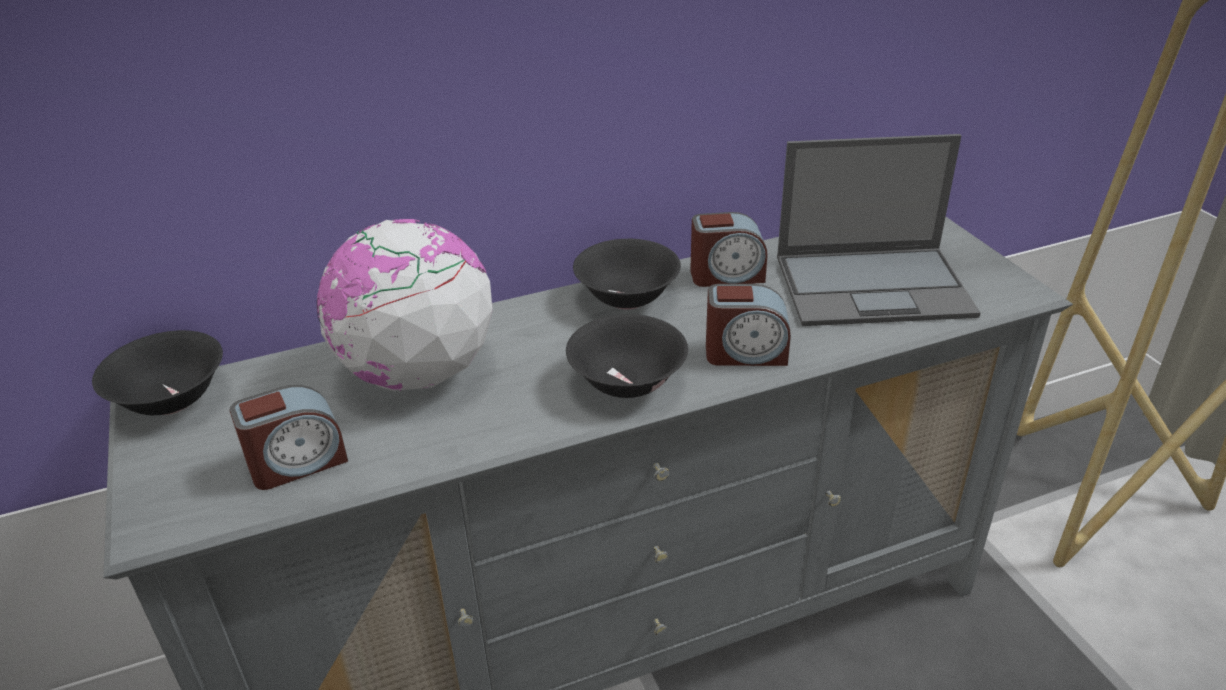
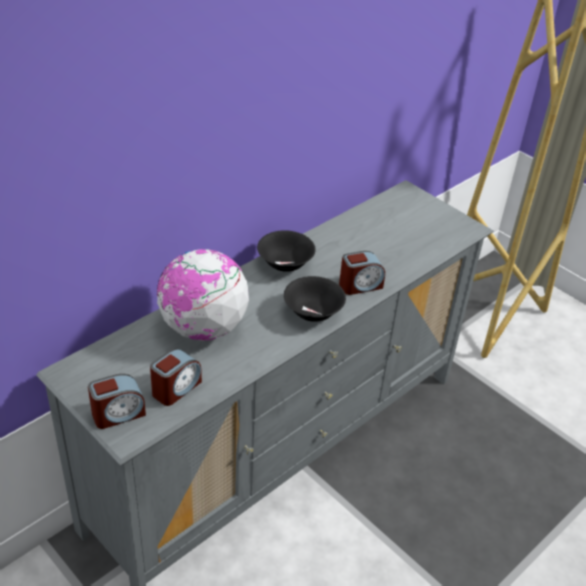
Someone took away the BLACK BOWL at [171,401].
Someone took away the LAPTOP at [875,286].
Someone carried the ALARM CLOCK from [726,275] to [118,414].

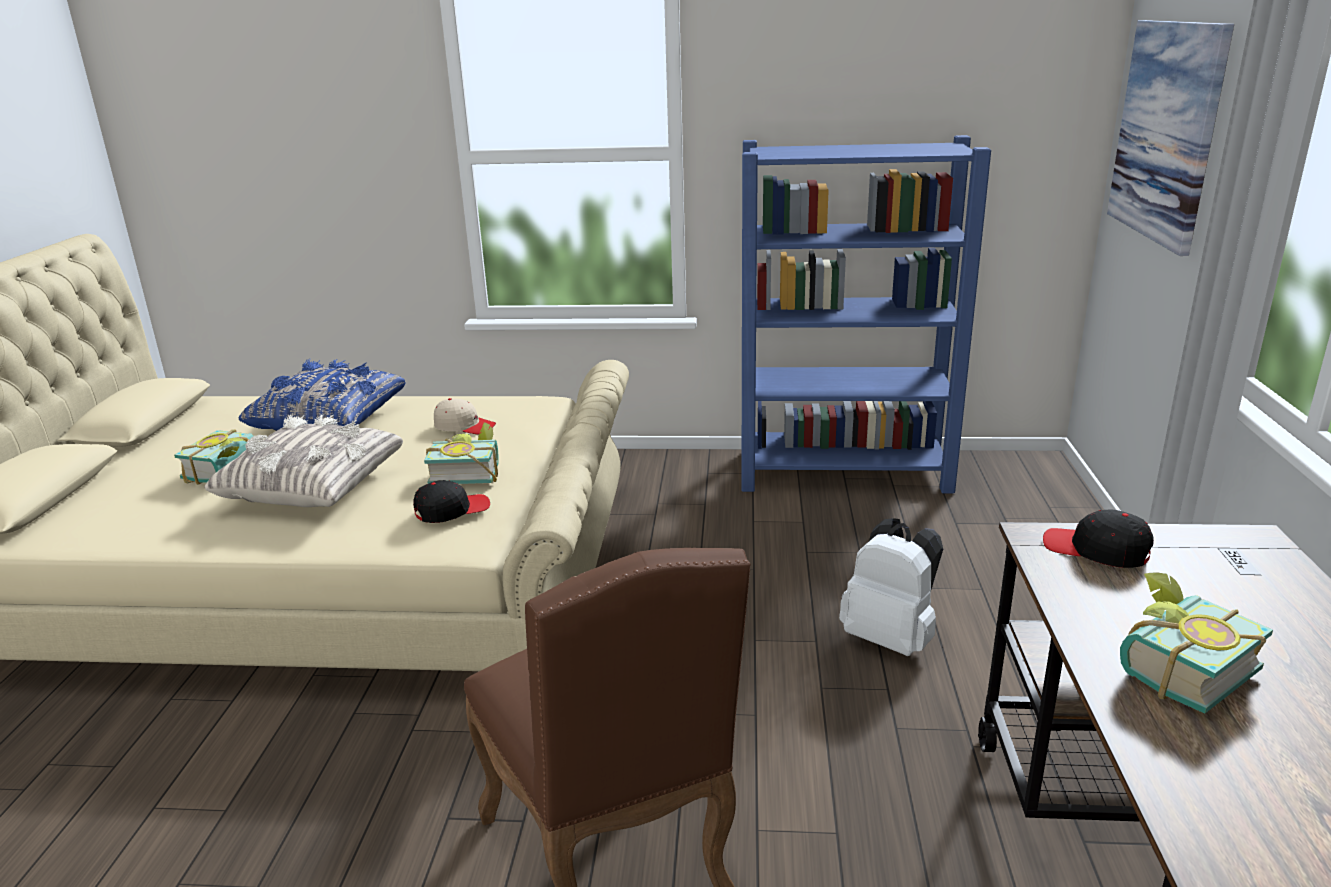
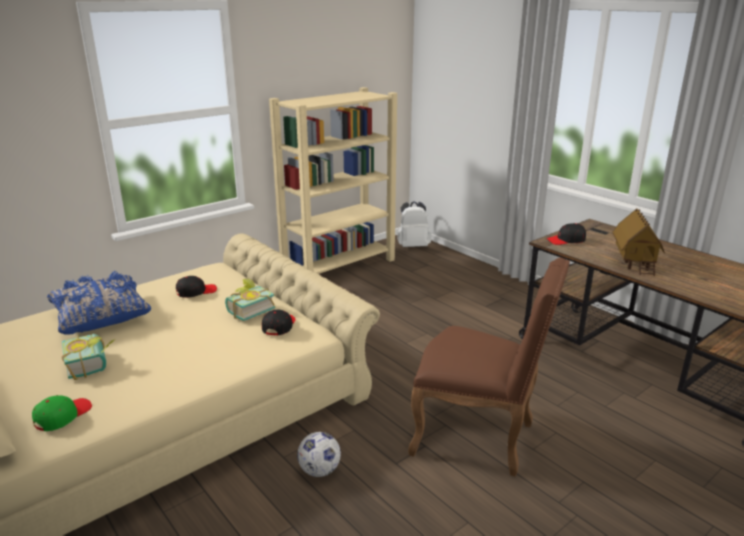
Someone took away the BEIGE PILLOW at [313,490].
Someone took away the PICTURE at [1166,132].
Someone put down the GREEN CAP at [62,416].
Someone put down the FOOTBALL at [319,470].
Someone carried the WHITE BACKPACK from [891,639] to [413,246].
Someone swapped the BOOK at [1174,667] for the TOY HOUSE at [634,262].
Someone repainted the BEIGE CAP at [464,426], which became the BLACK CAP at [196,292].
Someone repainted the BLUE BOOKCASE at [843,471], which became the BEIGE BOOKCASE at [339,266].

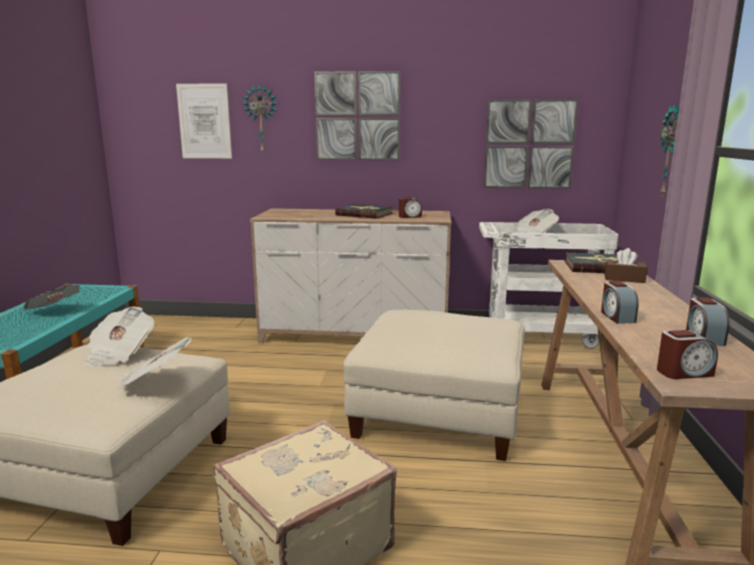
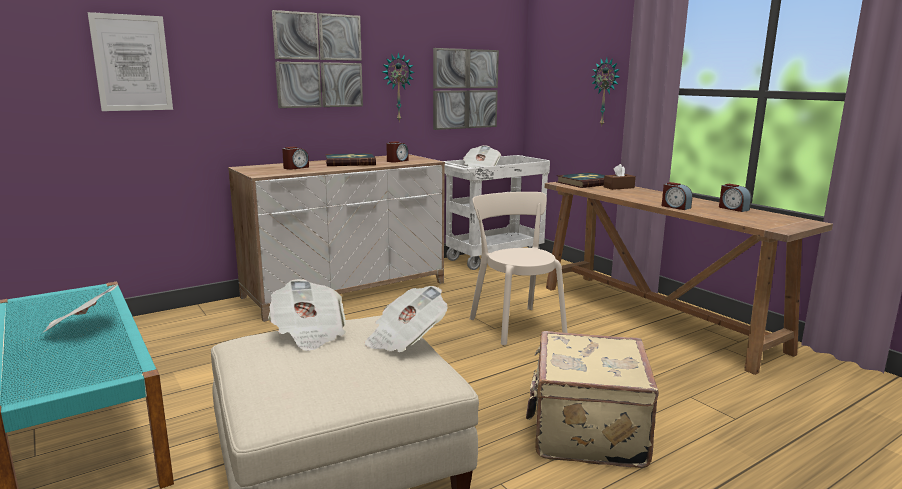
Someone carried the WALL CLOCK from [261,119] to [397,87].
Someone carried the ALARM CLOCK from [684,372] to [296,168].
Someone swapped the BEIGE OTTOMAN at [439,411] for the BEIGE CHAIR at [515,324].

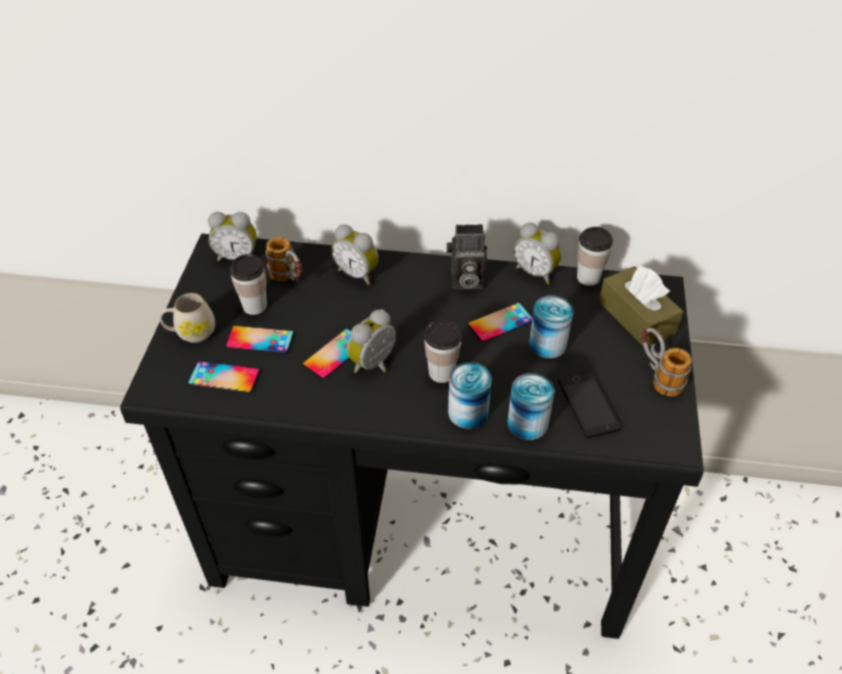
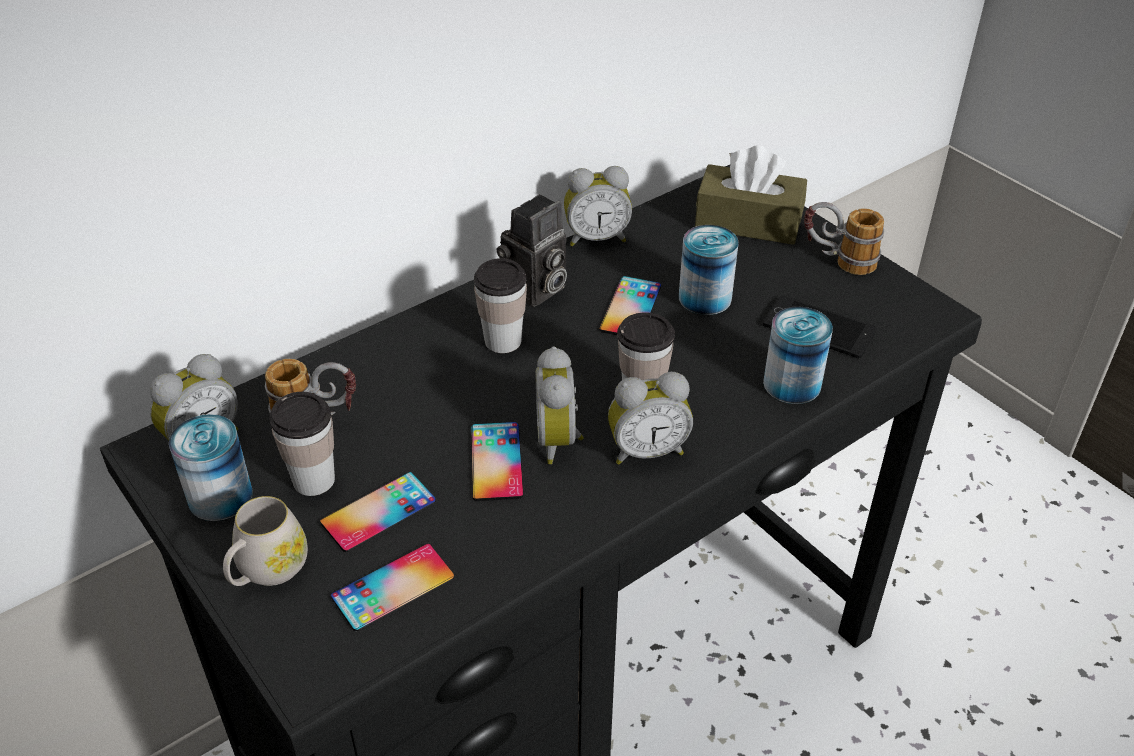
Someone carried the ALARM CLOCK from [358,273] to [646,450].
Someone carried the CAN from [468,412] to [220,497].
Someone carried the CUP from [588,277] to [503,341].

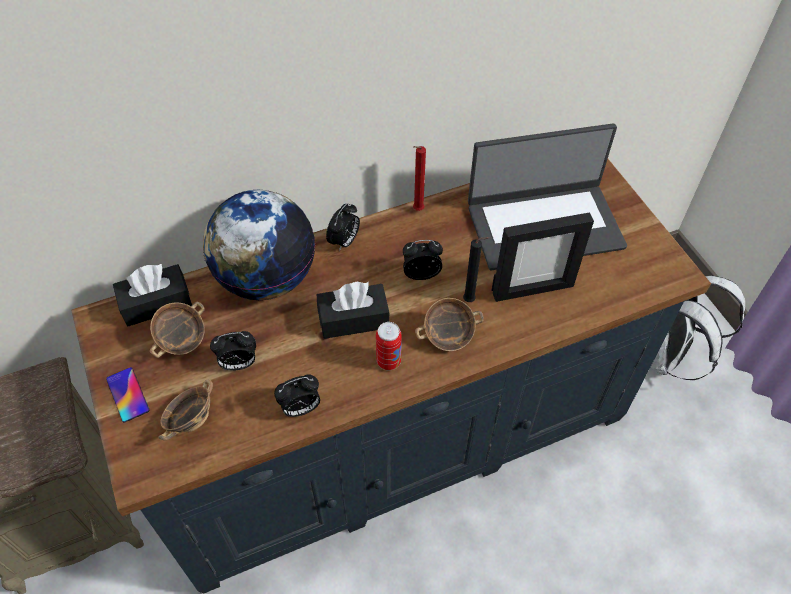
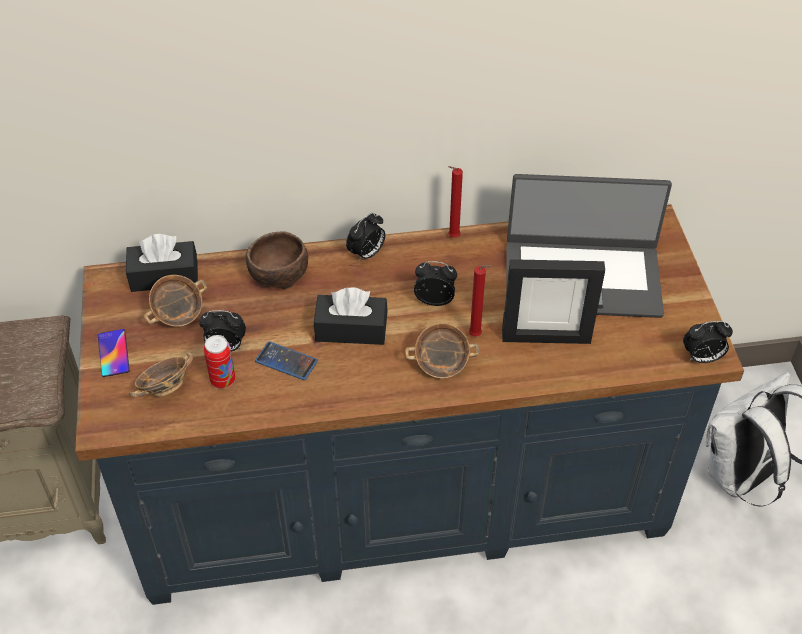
Someone put down the PHONE at [286,361].
Someone carried the ALARM CLOCK from [300,408] to [702,358].
Someone carried the CAN from [388,361] to [223,380].
Someone swapped the GLOBE at [266,278] for the BROWN BOWL at [277,273].
Someone repainted the BLACK CANDLE at [471,300], which became the RED CANDLE at [477,335].

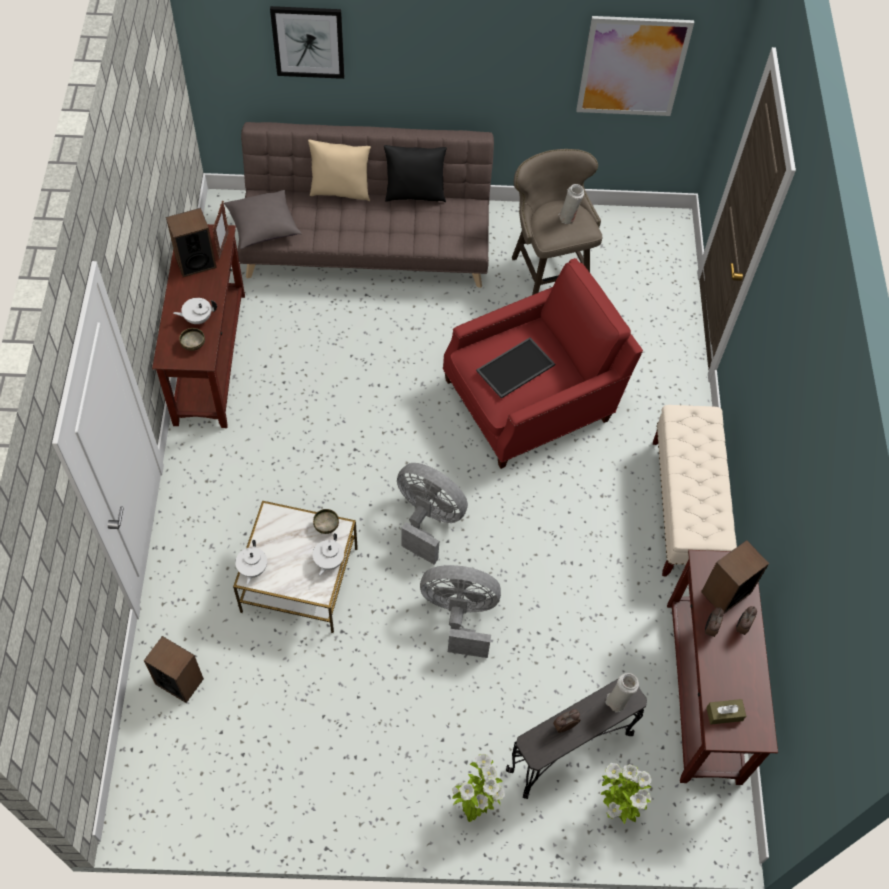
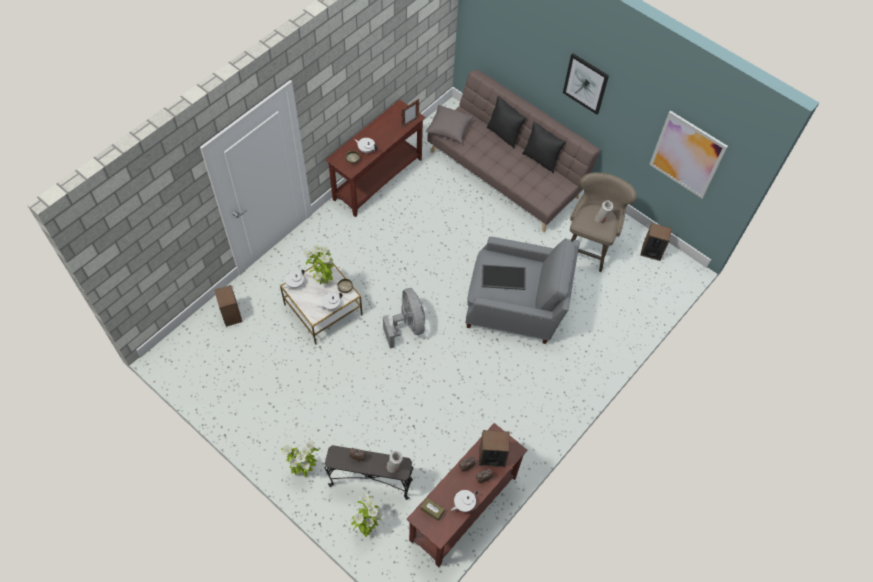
Someone took away the GREY FAN at [460,615].
Someone took away the BEIGE BENCH at [684,508].
Someone put down the POTTED PLANT at [323,282].
Someone put down the WHITE TEAPOT at [463,504].
Someone carried the SPEAKER from [195,262] to [651,251].
Someone carried the PICTURE from [308,42] to [585,83].
Someone repainted the BEIGE PILLOW at [340,191], which became the BLACK PILLOW at [504,134].
Someone repainted the RED ARMCHAIR at [531,398], which became the GREY ARMCHAIR at [516,304].

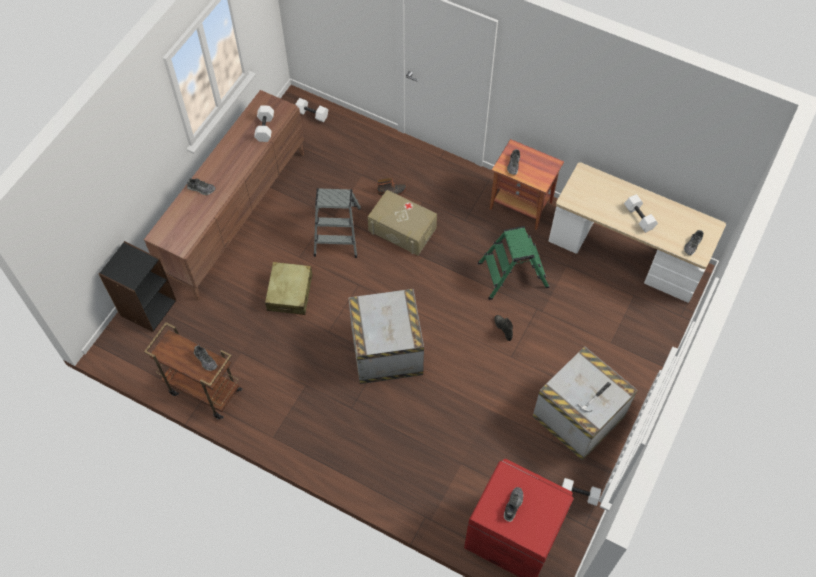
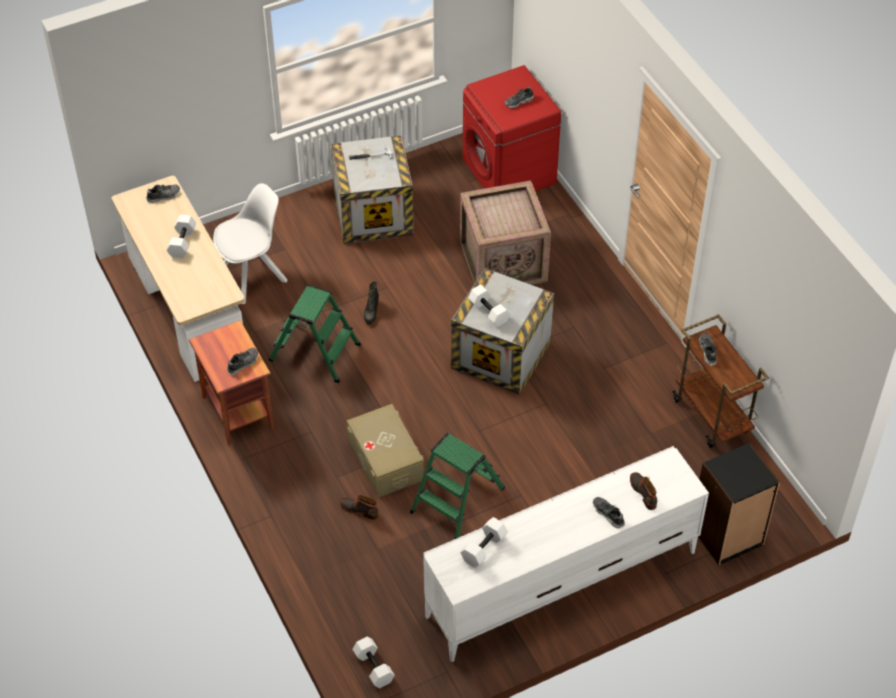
Someone took away the BEIGE SUITCASE at [290,293].
Someone put down the WHITE CHAIR at [252,276].
Someone put down the CRATE at [504,260].
Someone put down the BOOT at [644,492].
Someone carried the WHITE DUMBBELL from [578,494] to [489,312].
Someone repainted the BROWN CABINET at [236,215], which became the WHITE CABINET at [561,585].
Someone repainted the GREY STEP LADDER at [337,231], which became the GREEN STEP LADDER at [457,500].

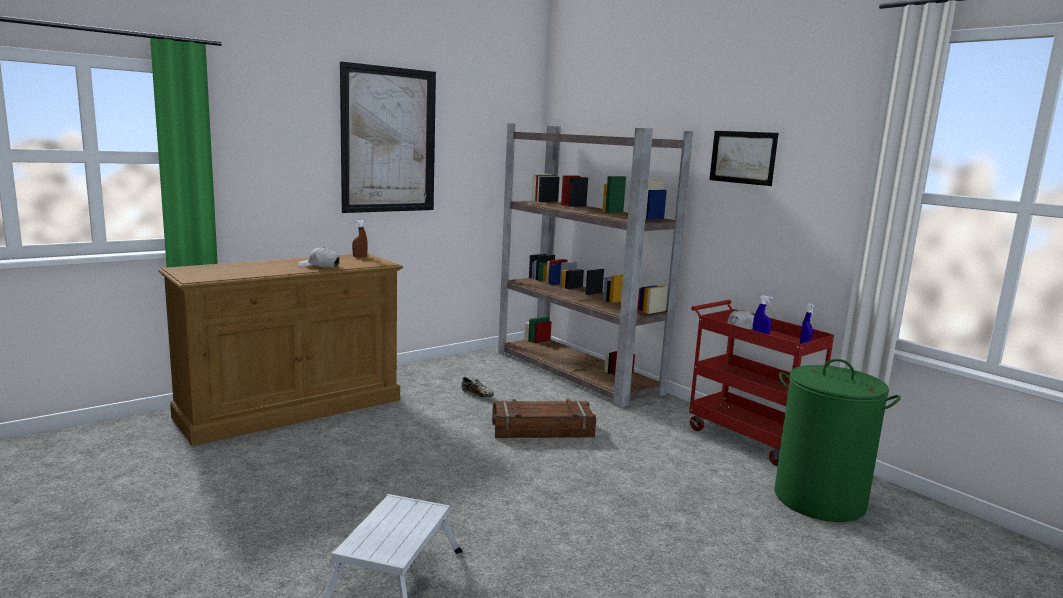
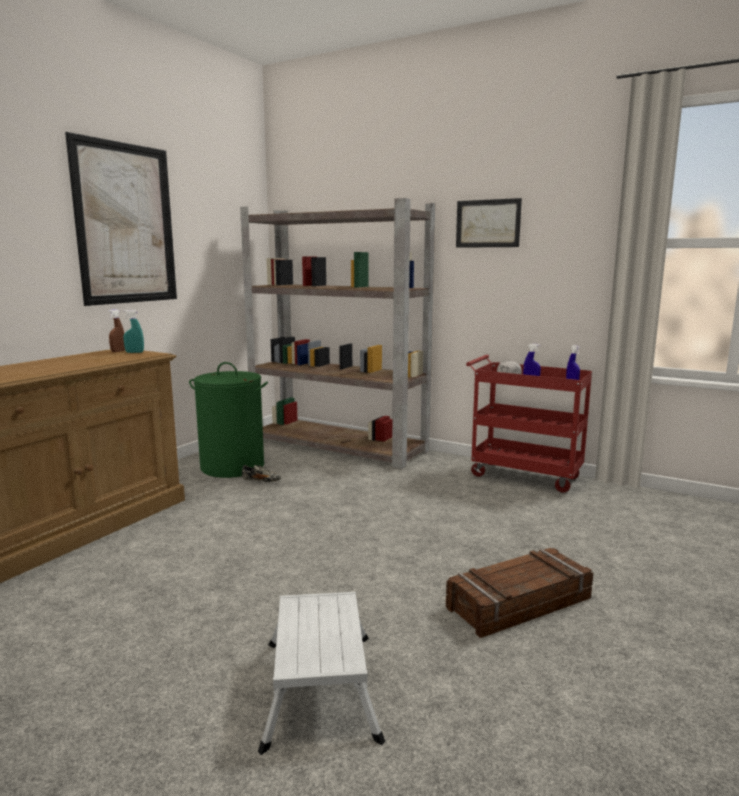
Someone took away the WHITE CAP at [319,266].
Someone put down the TURQUOISE SPRAY BOTTLE at [134,352].
Someone carried the CRATE from [542,429] to [518,603].
Someone carried the GREEN LAUNDRY BASKET from [819,499] to [233,466].

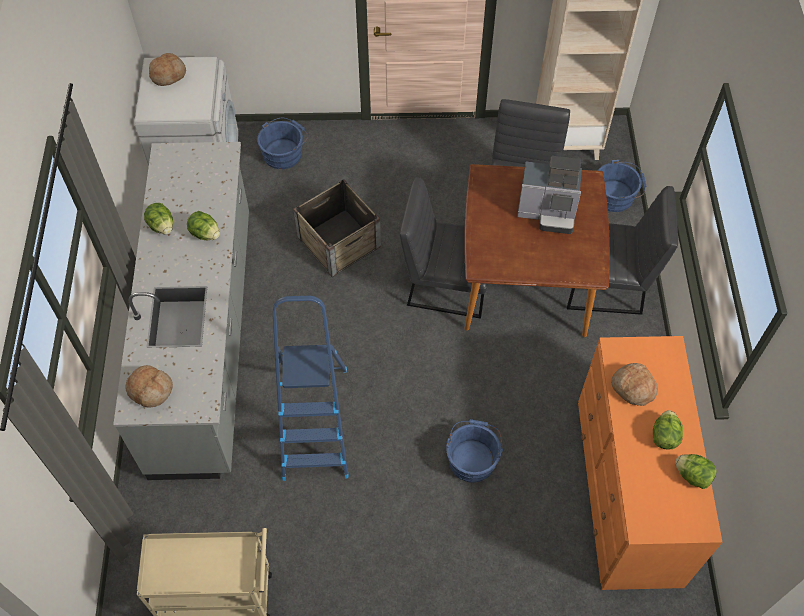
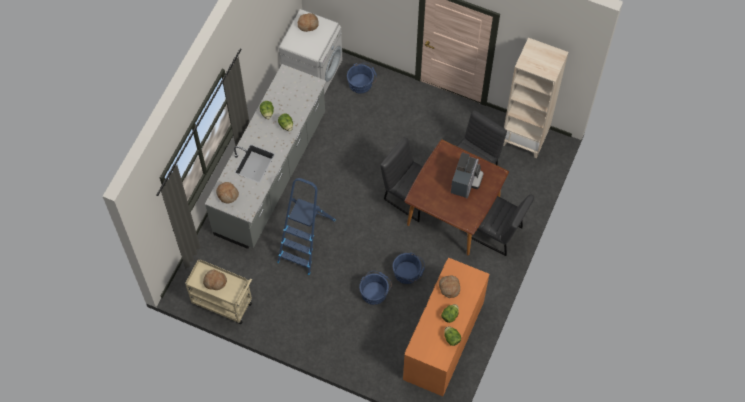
Someone took away the CRATE at [339,241].
Someone put down the BREAD at [215,281].
Someone carried the BLUE BUCKET from [616,196] to [408,273].
Someone rotated the COFFEE MACHINE at [548,212] by 105 degrees counterclockwise.

